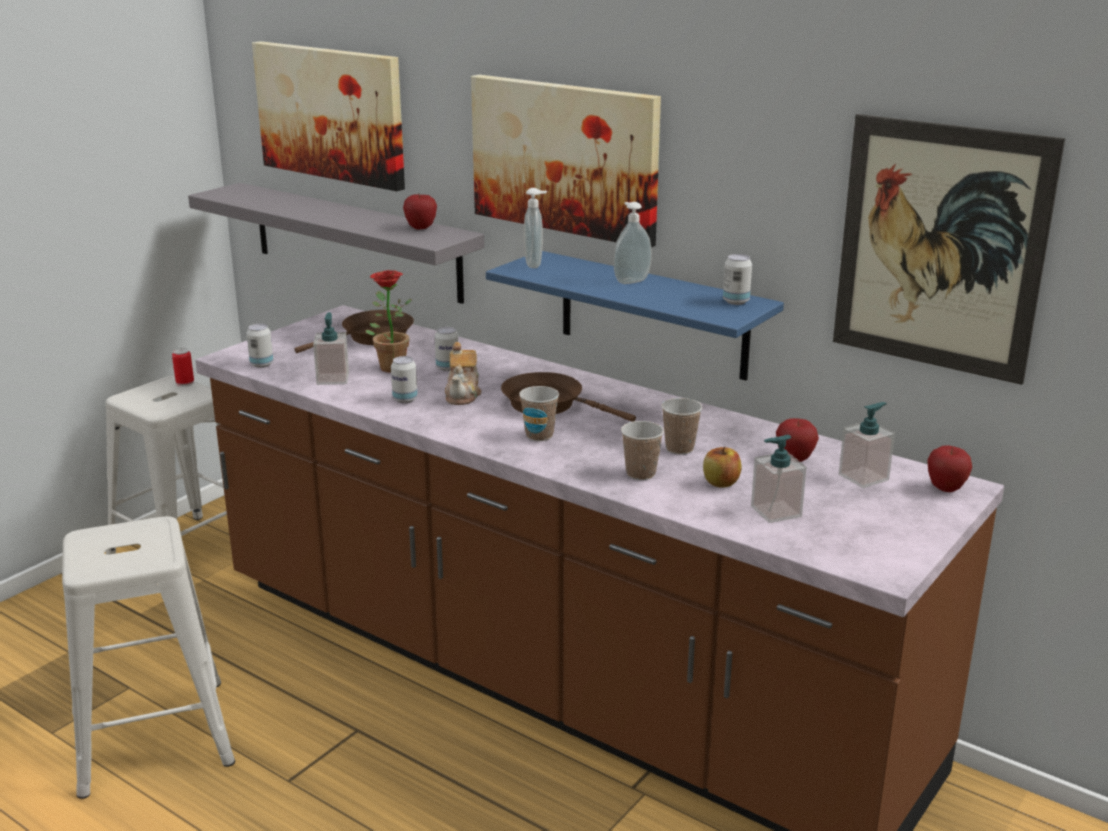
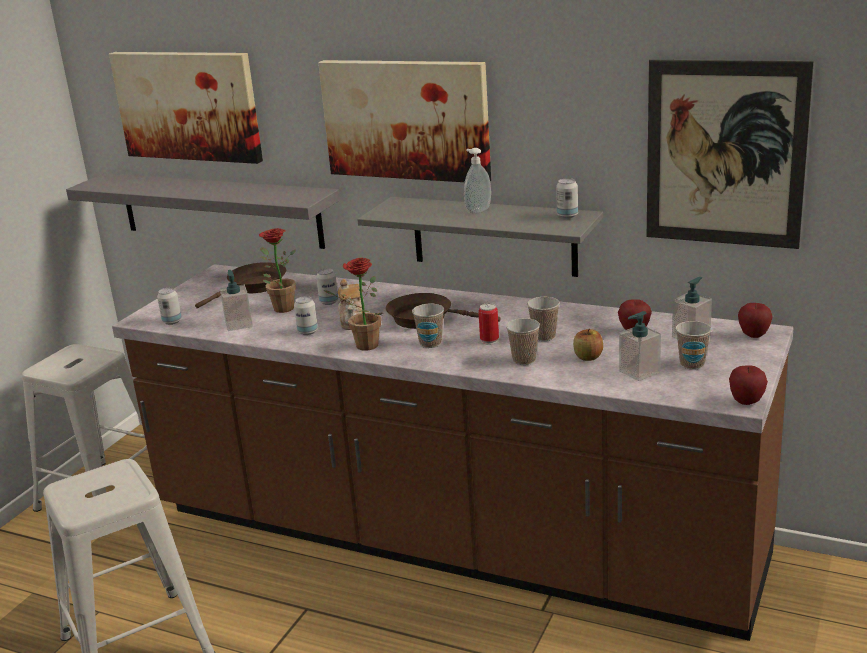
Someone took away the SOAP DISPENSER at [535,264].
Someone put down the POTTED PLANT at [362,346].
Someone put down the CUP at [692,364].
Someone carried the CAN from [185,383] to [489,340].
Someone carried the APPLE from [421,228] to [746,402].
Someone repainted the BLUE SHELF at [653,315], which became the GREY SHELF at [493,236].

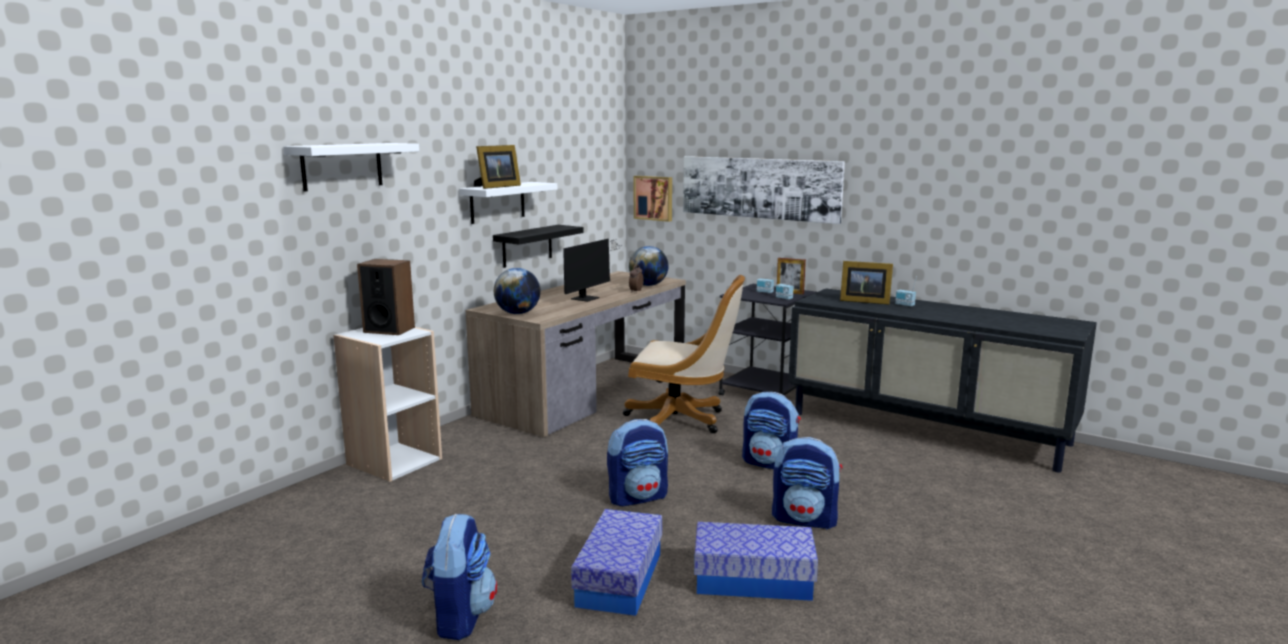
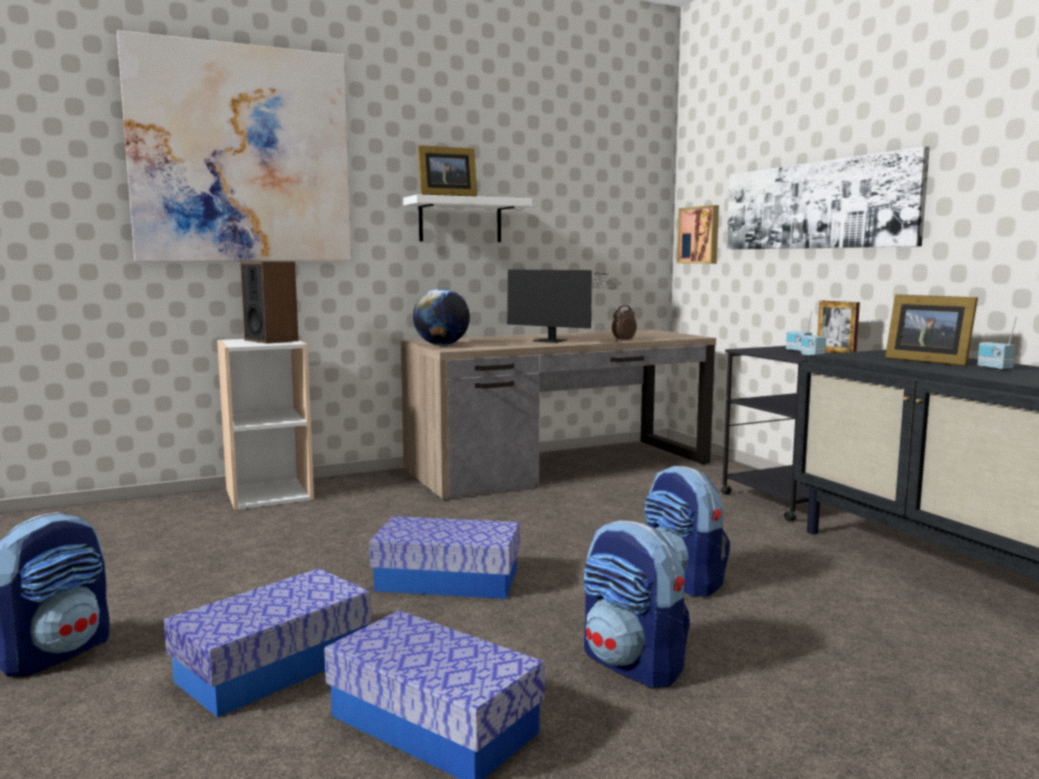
Someone took away the BLACK SHELF at [527,246].
Someone took away the OFFICE CHAIR at [682,420].
Someone took away the GLOBE at [648,285].
Someone swapped the WHITE SHELF at [342,166] for the PICTURE at [241,155].
Someone swapped the BACKPACK at [638,497] for the STORAGE BOX at [448,580].
Someone rotated the MONITOR at [588,298] by 60 degrees clockwise.

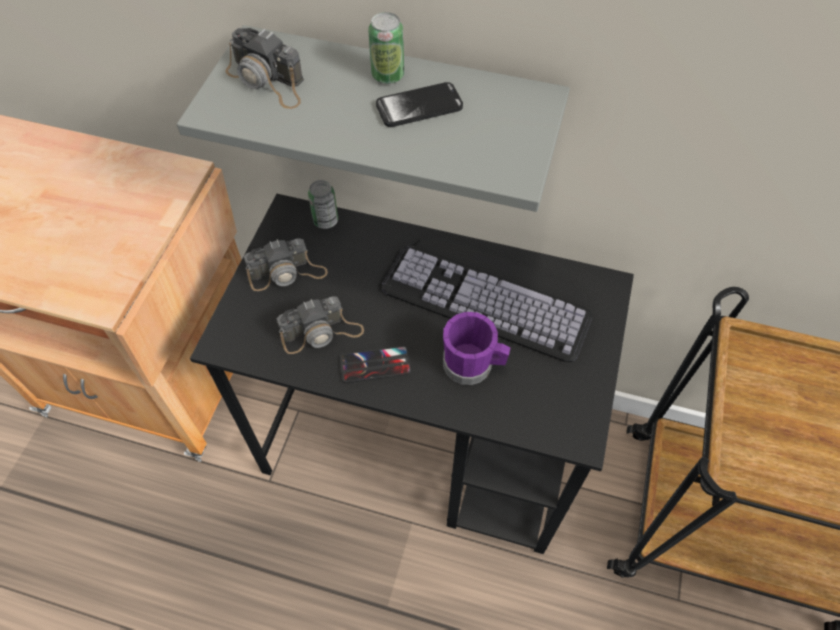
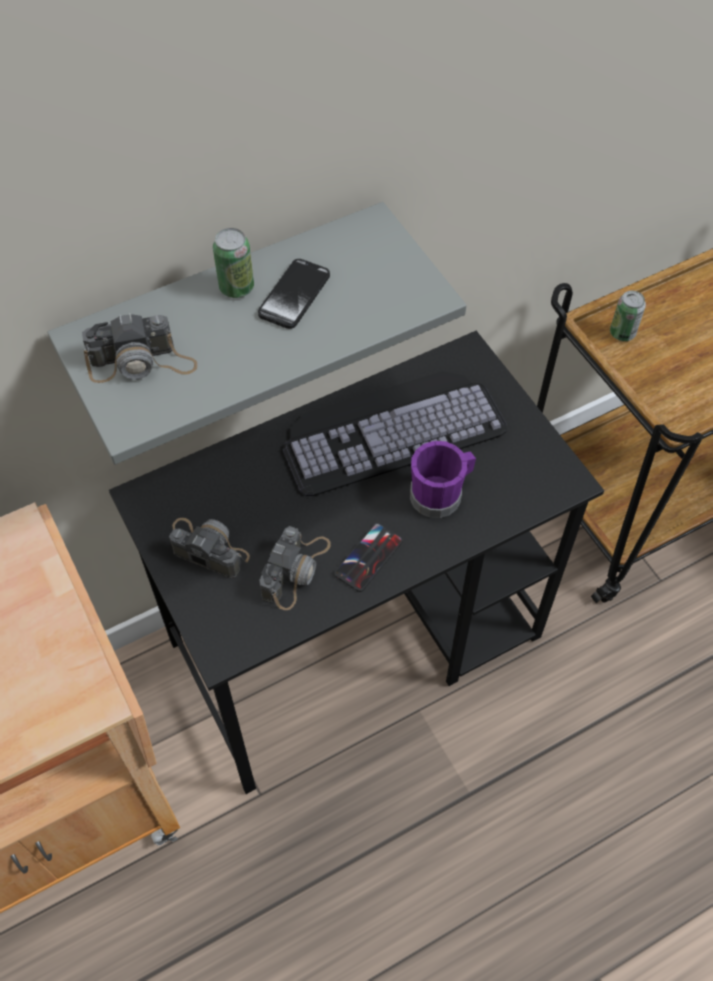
Someone carried the CAN from [325,220] to [622,333].
Someone rotated the PHOTO CAMERA at [287,273] by 90 degrees counterclockwise.

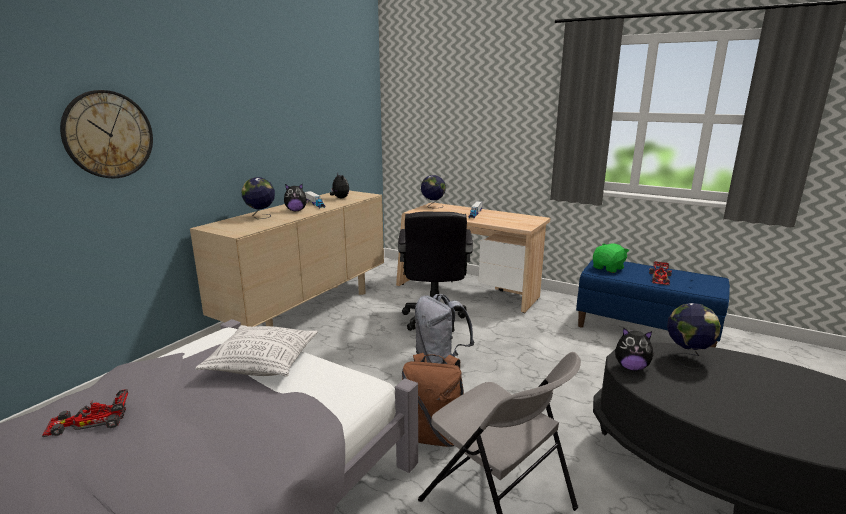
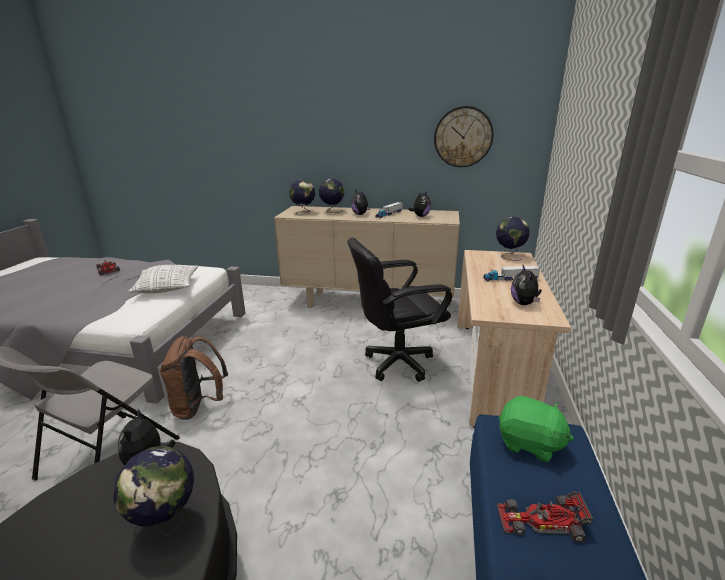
Someone took away the GREY BACKPACK at [440,361].
Someone put down the GLOBE at [303,212].
Someone put down the PLUSH TOY at [524,303].
Someone carried the WALL CLOCK from [108,135] to [463,137].

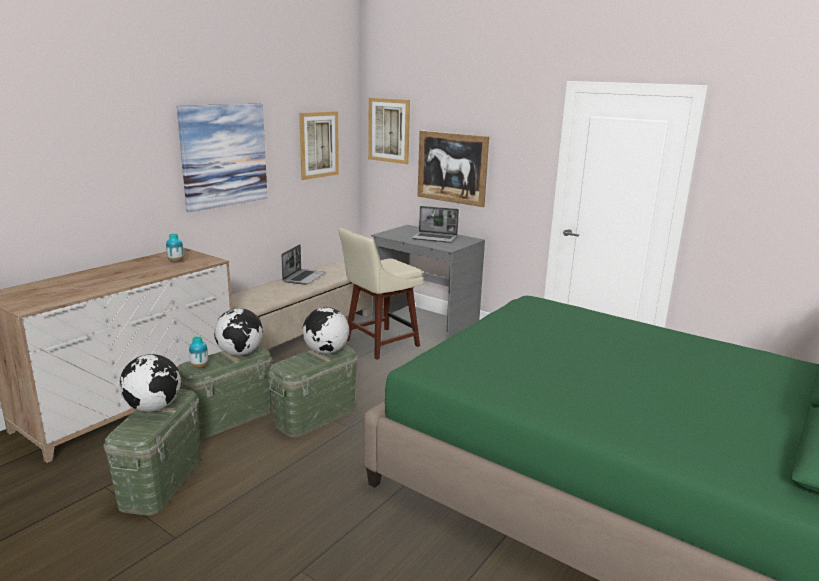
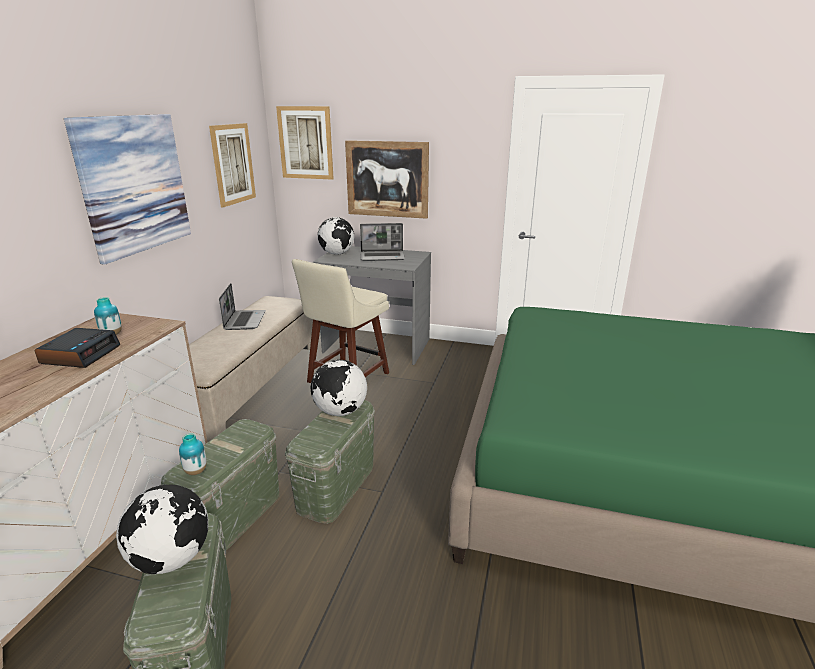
Someone put down the ALARM CLOCK at [81,354].
Someone carried the GLOBE from [240,353] to [337,254].

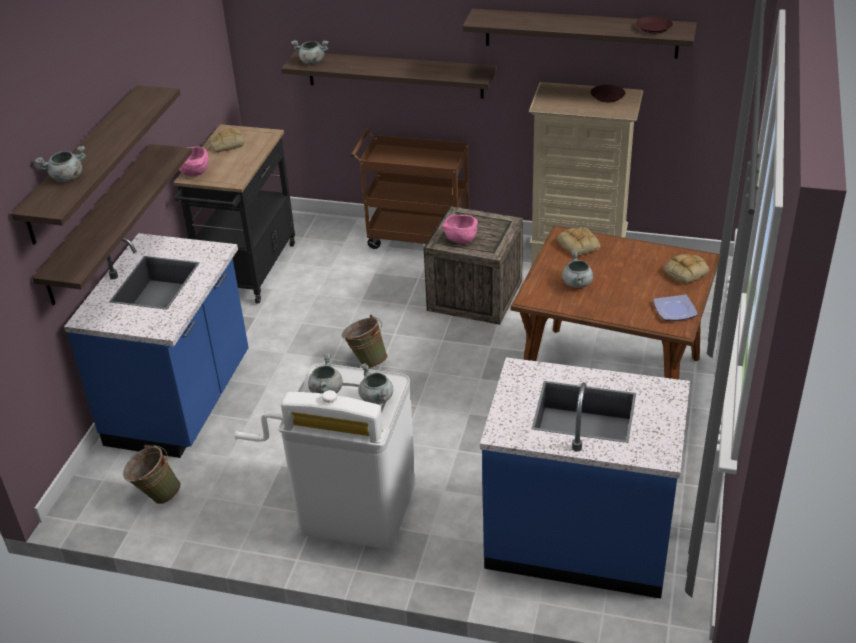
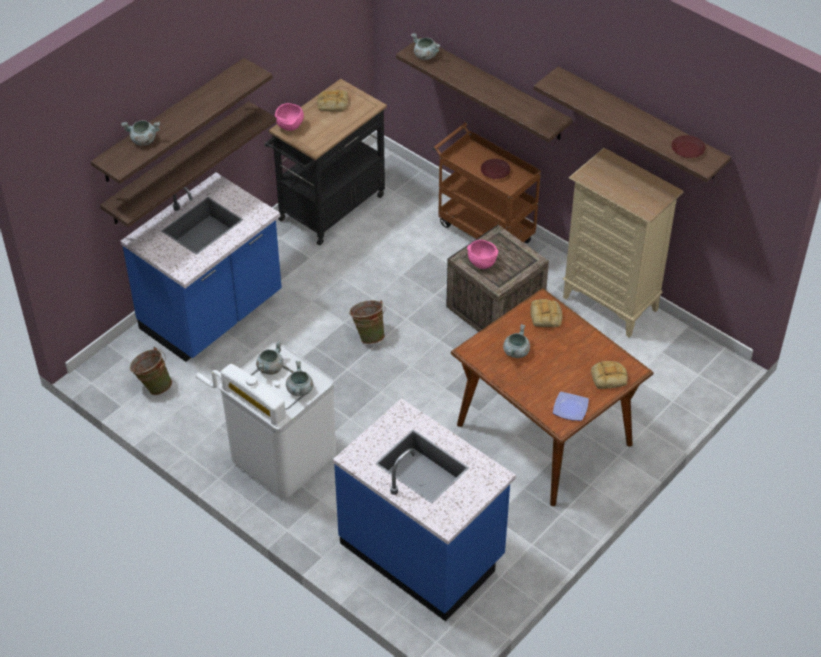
Someone carried the BROWN PLATE from [607,96] to [495,171].

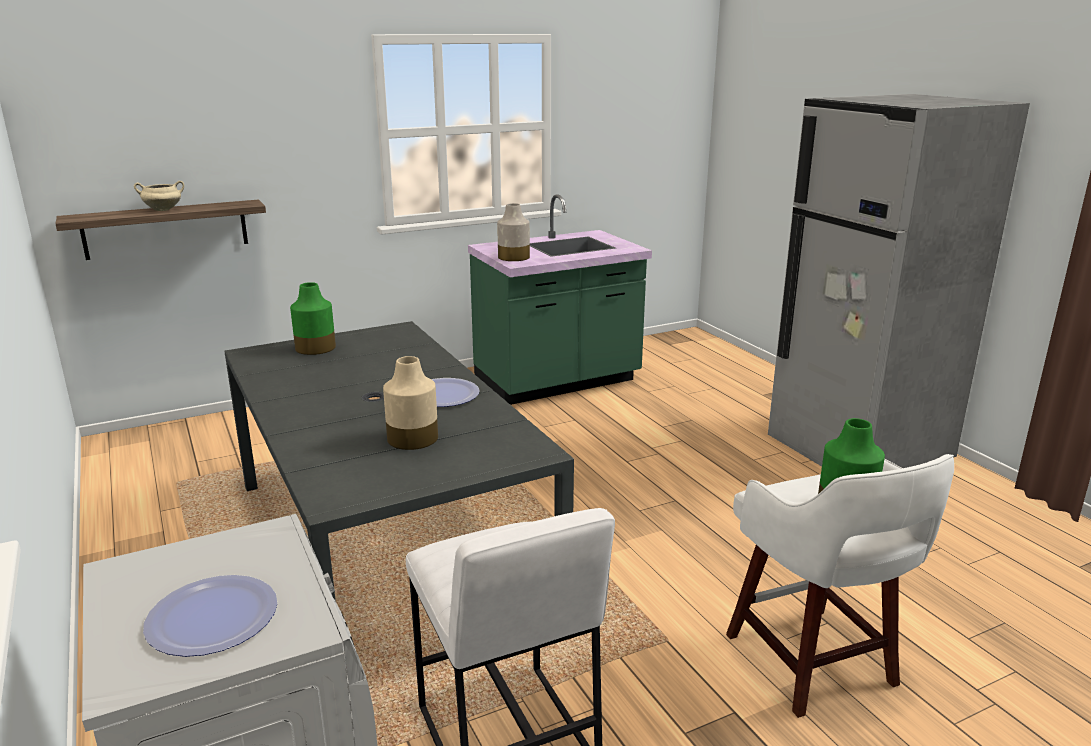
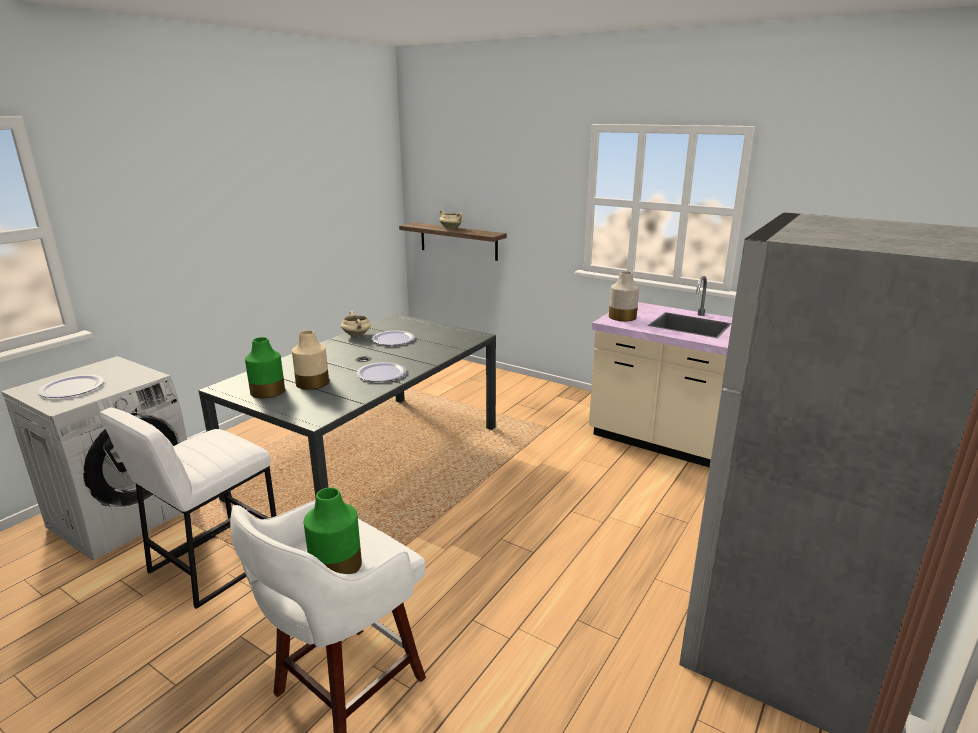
Someone put down the BEIGE COOKING POT at [357,335].
Someone put down the PLATE at [393,339].
Someone carried the GREEN VASE from [315,347] to [267,391].
Someone repainted the GREEN COUNTER at [558,382], which became the BEIGE COUNTER at [663,441].

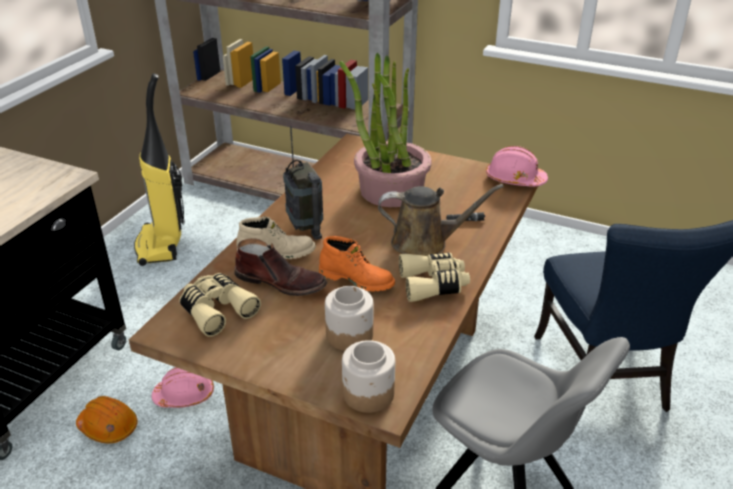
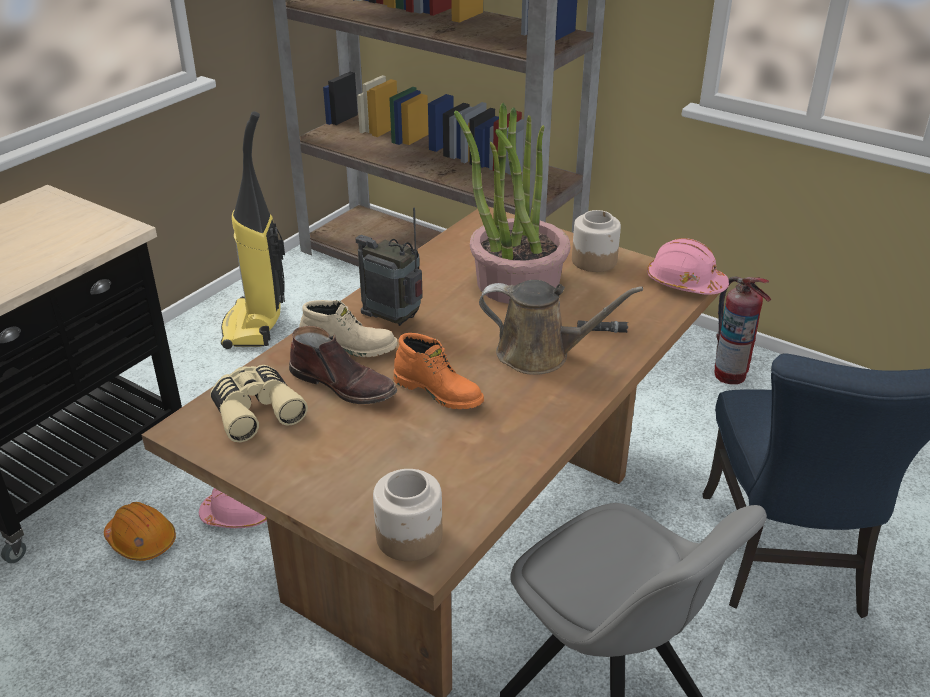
Someone took away the BEIGE BINOCULARS at [433,284].
Someone put down the FIRE EXTINGUISHER at [730,374].
Someone carried the JAR from [349,334] to [594,260].
Someone rotated the RADIO at [305,227] by 135 degrees clockwise.

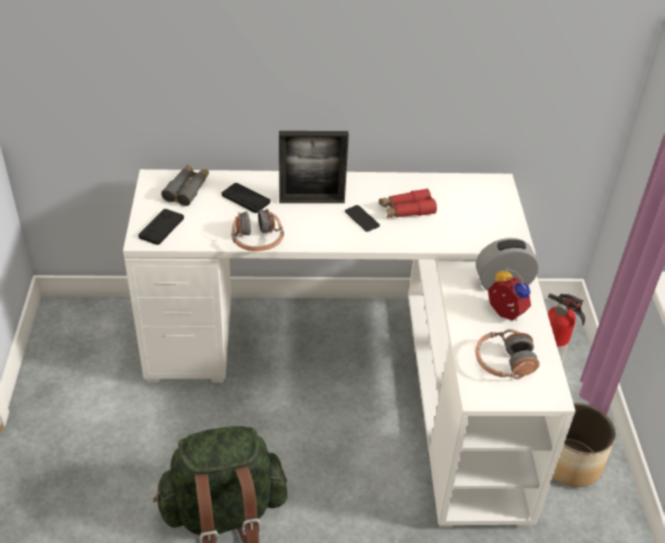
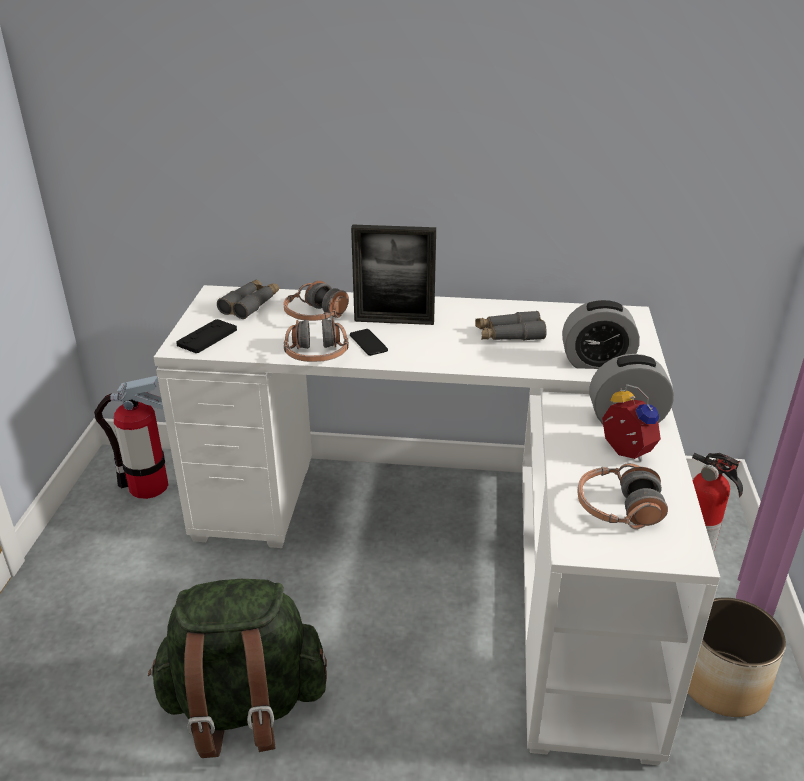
Someone put down the FIRE EXTINGUISHER at [148,486].
Someone put down the ALARM CLOCK at [596,362].
Someone carried the PHONE from [362,219] to [368,343].
Someone swapped the BLACK GAME CONTROLLER at [245,199] for the HEADPHONES at [316,316].
Someone repainted the RED BINOCULARS at [406,210], which became the GREY BINOCULARS at [509,335].

